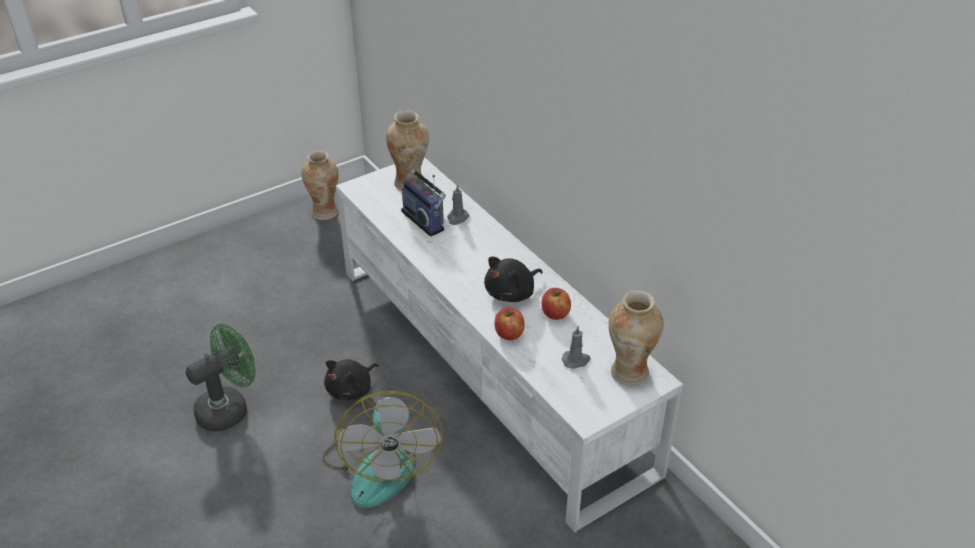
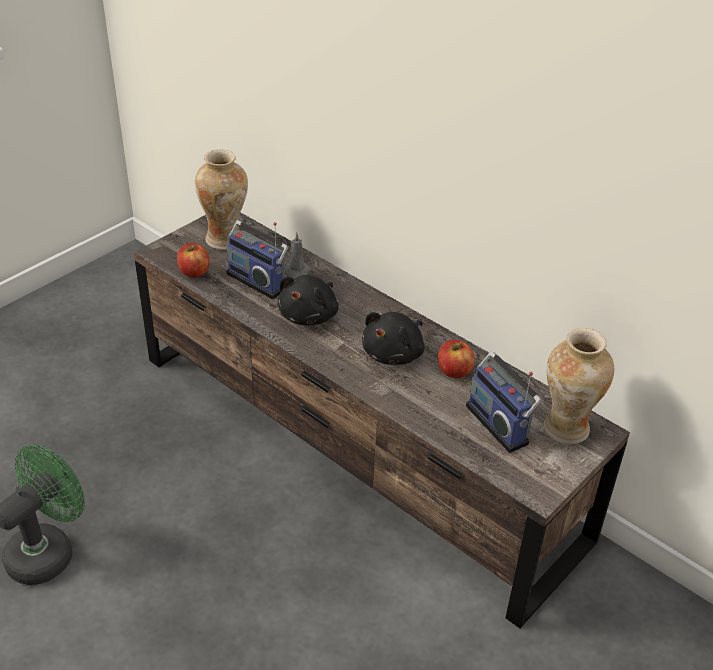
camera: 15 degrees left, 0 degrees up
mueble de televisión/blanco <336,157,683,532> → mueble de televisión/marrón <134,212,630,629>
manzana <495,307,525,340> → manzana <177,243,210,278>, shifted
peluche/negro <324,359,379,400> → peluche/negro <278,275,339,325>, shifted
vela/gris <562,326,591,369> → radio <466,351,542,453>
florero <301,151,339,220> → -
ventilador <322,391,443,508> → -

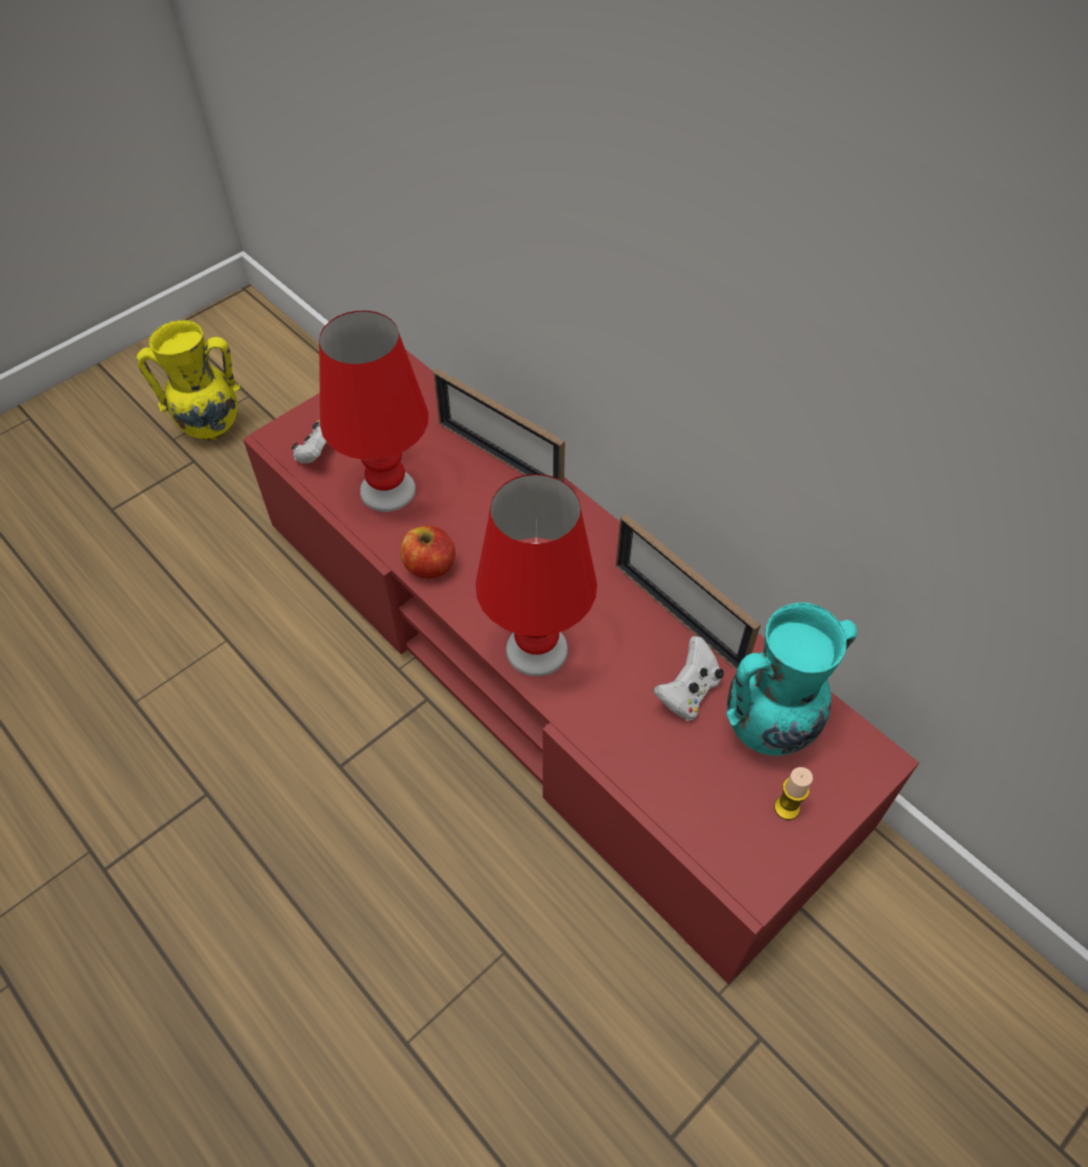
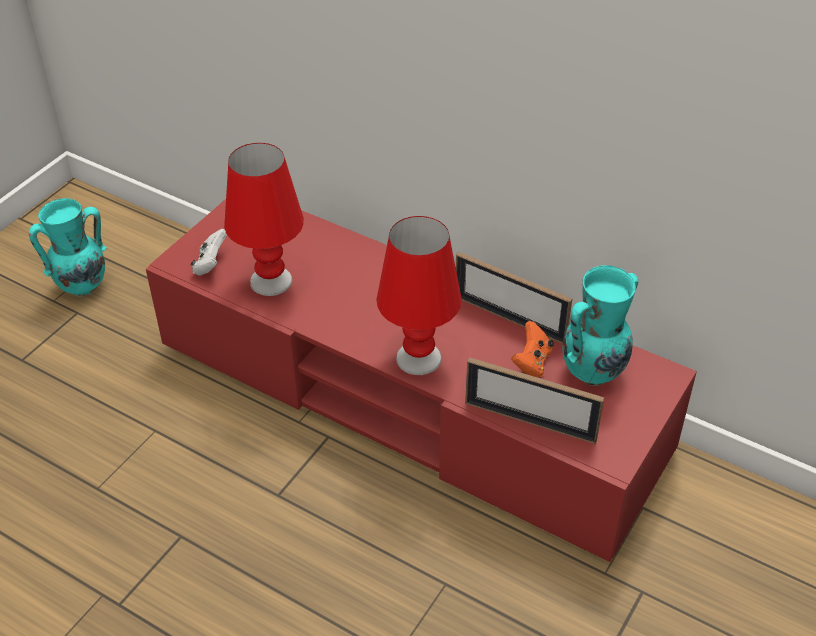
camera: 15 degrees left, 10 degrees down
florero/amarillo <136,320,240,441> → florero/turquesa <29,198,107,297>
portarretratos <434,368,565,482> → portarretratos <465,357,604,444>, shifted
mando de consola/blanco <654,636,724,721> → mando de consola/naranja <511,321,554,378>
manzana <400,526,455,579> → -
vela <774,767,813,820> → -

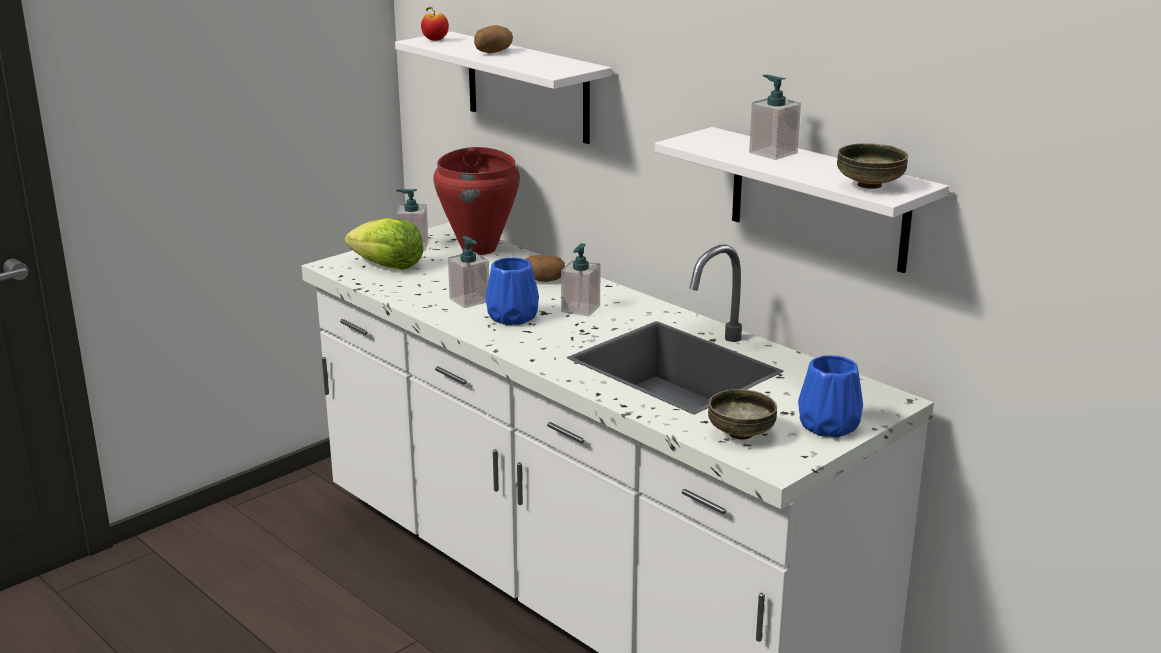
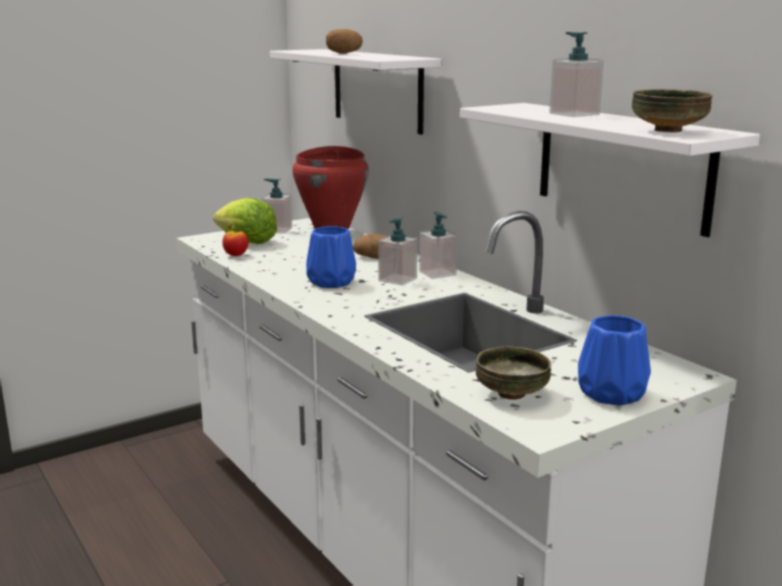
camera: 10 degrees right, 5 degrees down
manzana <421,7,449,41> → manzana <222,225,248,256>, shifted
dispensador de jabón <448,236,489,308> → dispensador de jabón <419,212,458,279>, shifted

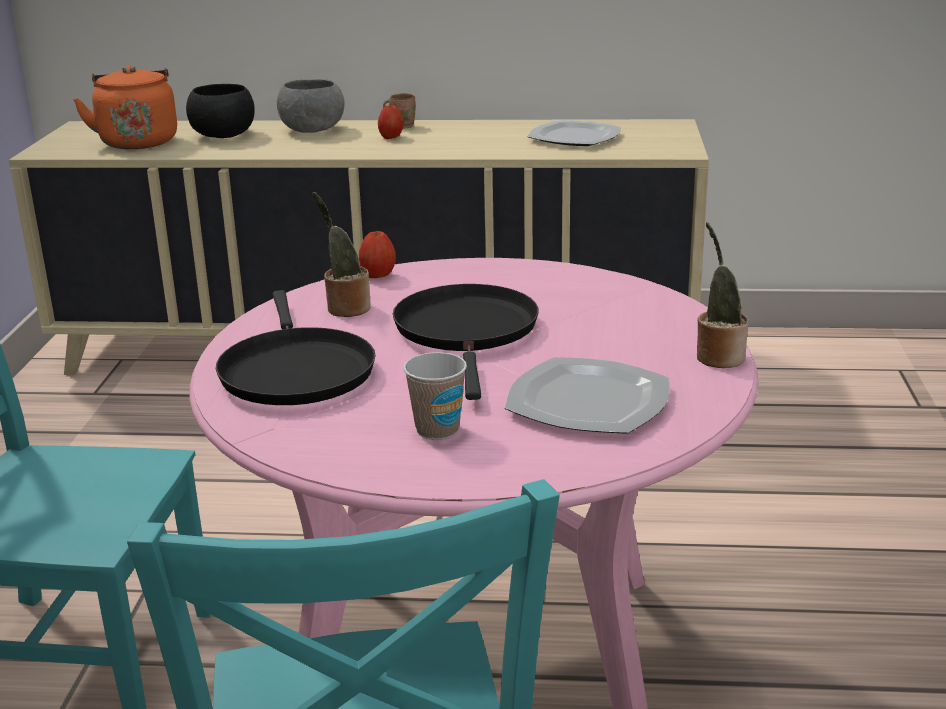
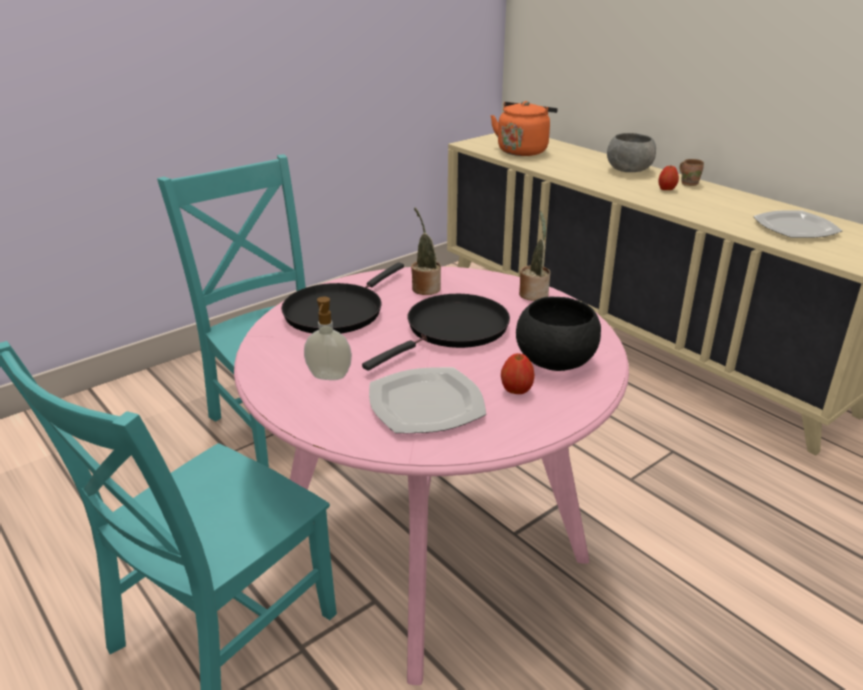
camera: 45 degrees right, 5 degrees up
taza <403,352,467,440> → dispensador de jabón <304,297,352,380>
manzana <359,231,396,278> → manzana <501,353,535,394>, shifted
cuenco/negro <186,84,255,138> → cuenco/negro <516,297,601,371>, shifted
planta en maceta <697,222,749,368> → planta en maceta <519,211,550,301>, shifted

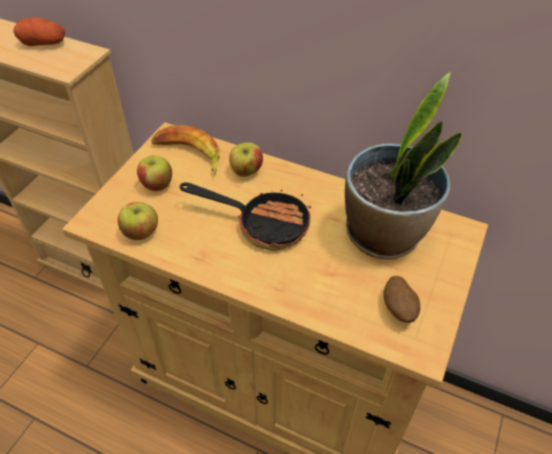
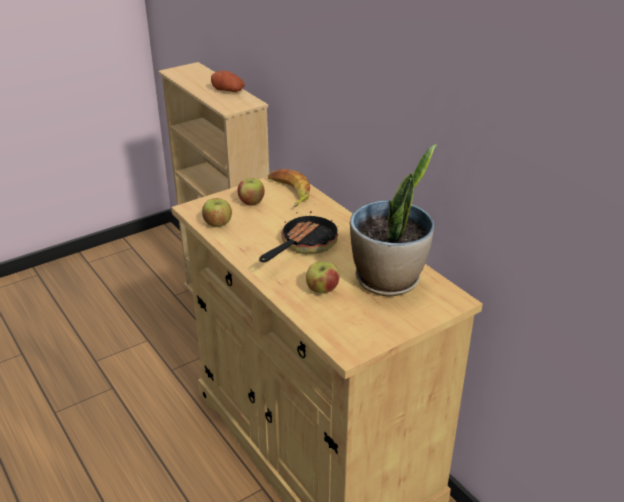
camera: 30 degrees right, 15 degrees down
sartén <180,182,311,251> → sartén <259,211,338,262>, 105 degrees counterclockwise
manzana <229,142,263,177> → manzana <306,262,339,293>, shifted
patata <383,276,420,323> → -

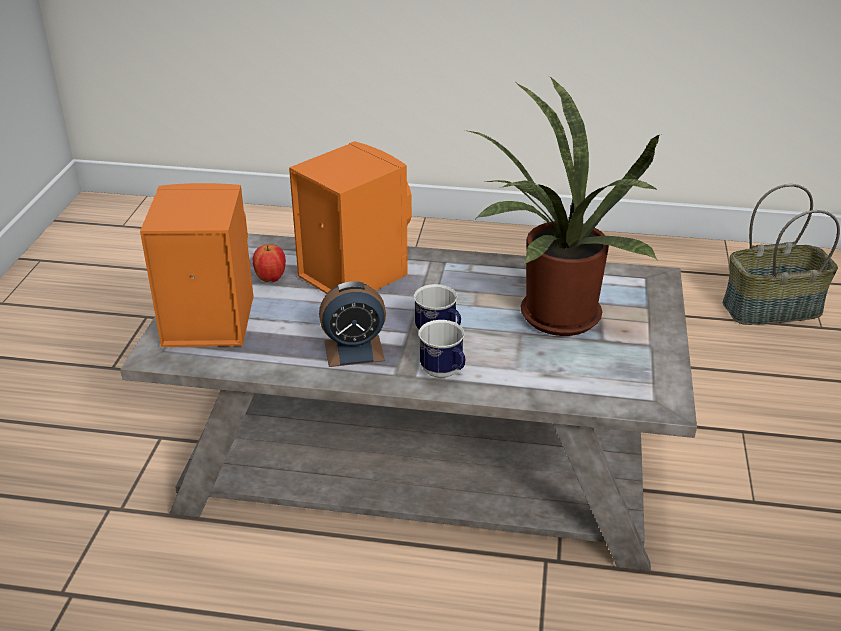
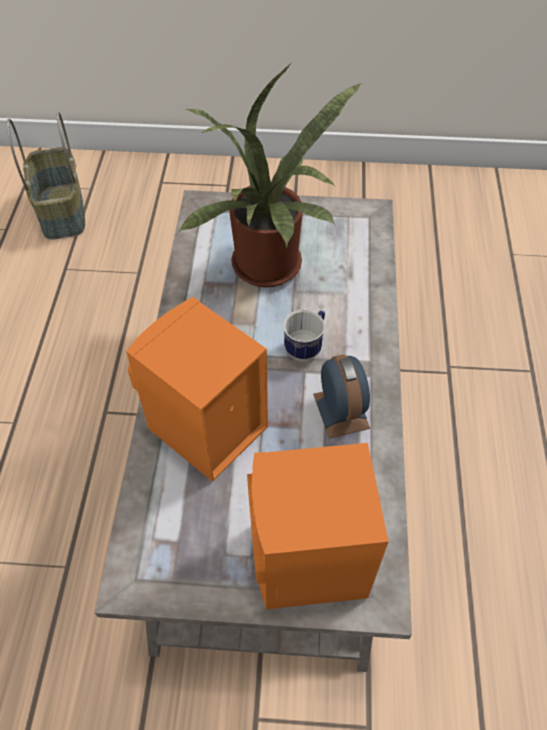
camera: 95 degrees left, 20 degrees up
manzana <253,244,286,282> → -
taza grande <418,320,465,378> → -

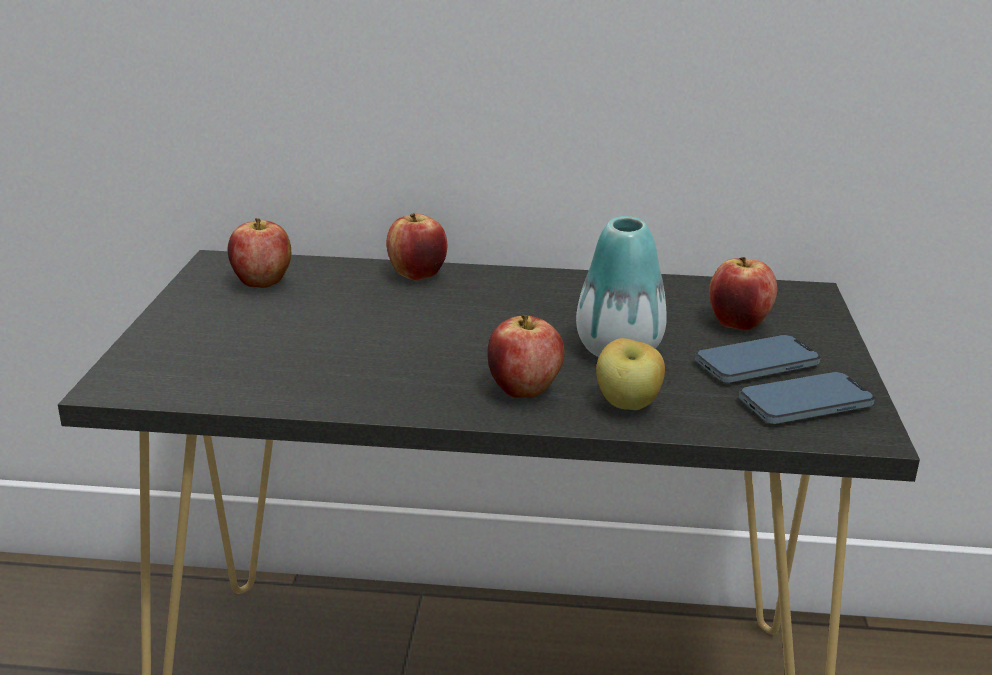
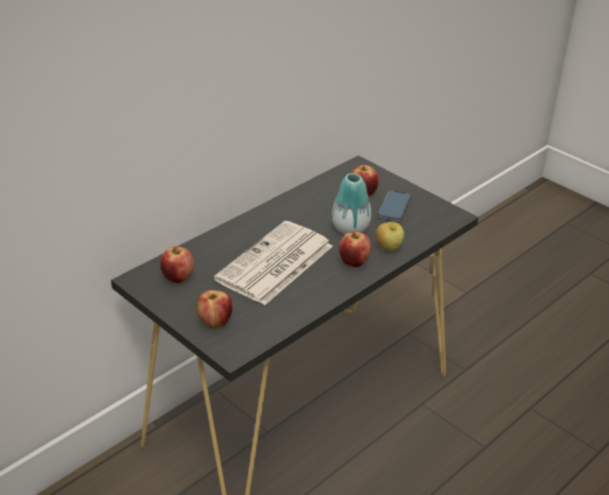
camera: 50 degrees left, 10 degrees up
manzana <386,213,447,281> → manzana <196,290,232,328>, shifted
- → periódico <214,221,333,305>
móvil <739,372,875,424> → -

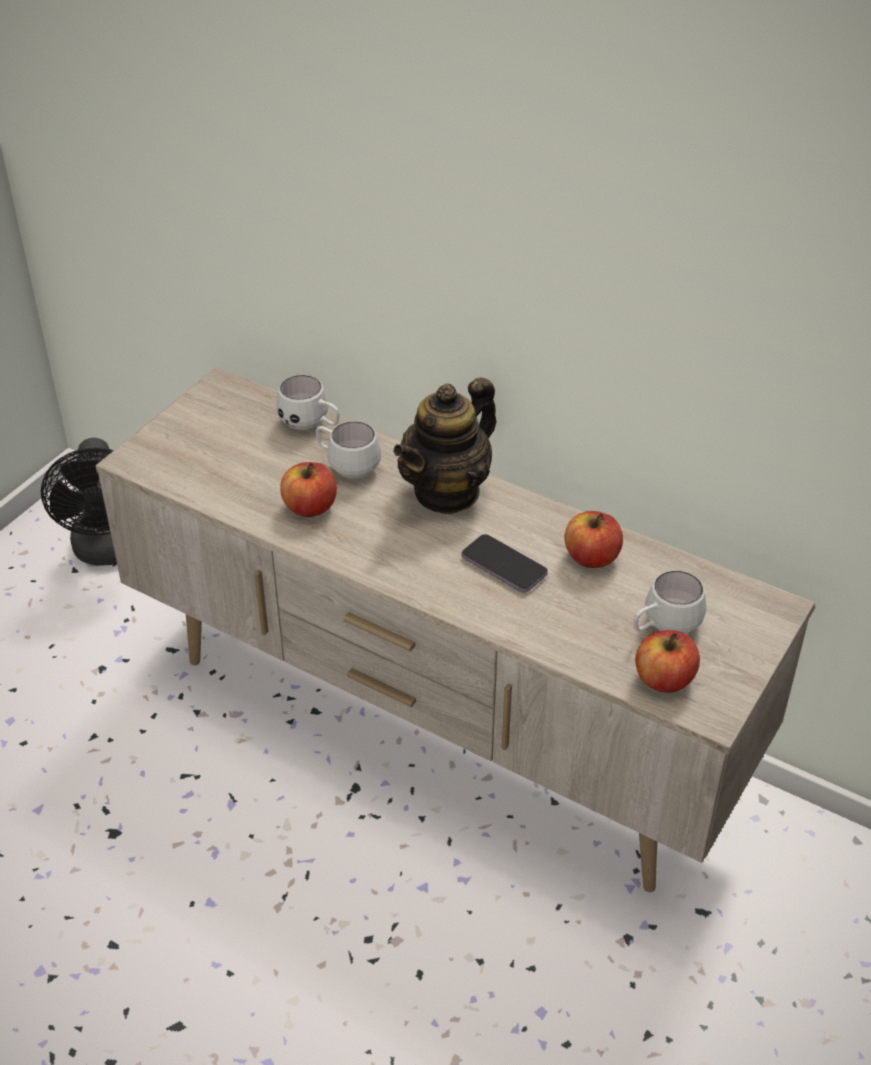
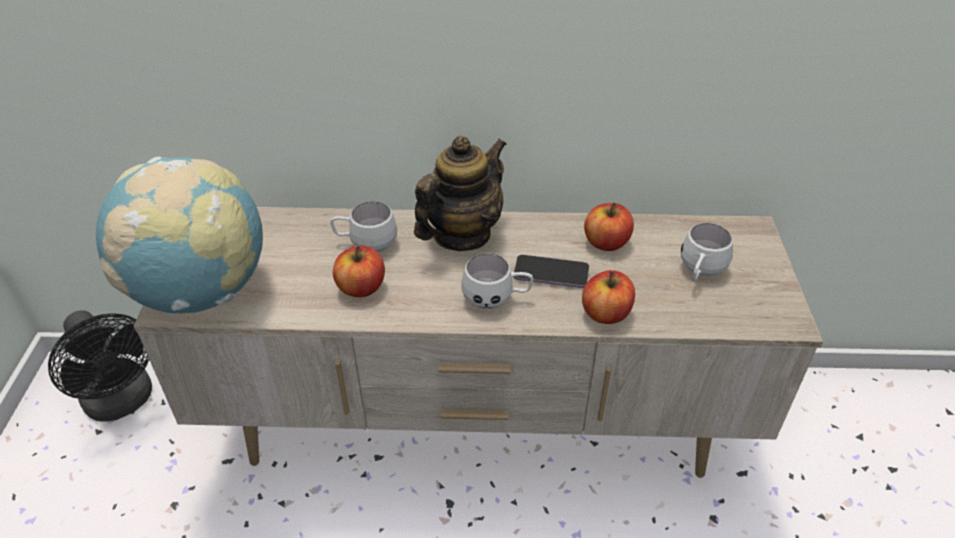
camera: 30 degrees left, 0 degrees up
- → globo terráqueo <96,157,263,314>
tetera <393,377,497,515> → tetera <414,136,506,251>, 150 degrees counterclockwise
taza grande/blanco <276,375,340,430> → taza grande/blanco <461,254,534,309>, shifted
manzana <635,630,700,693> → manzana <582,270,635,324>, shifted

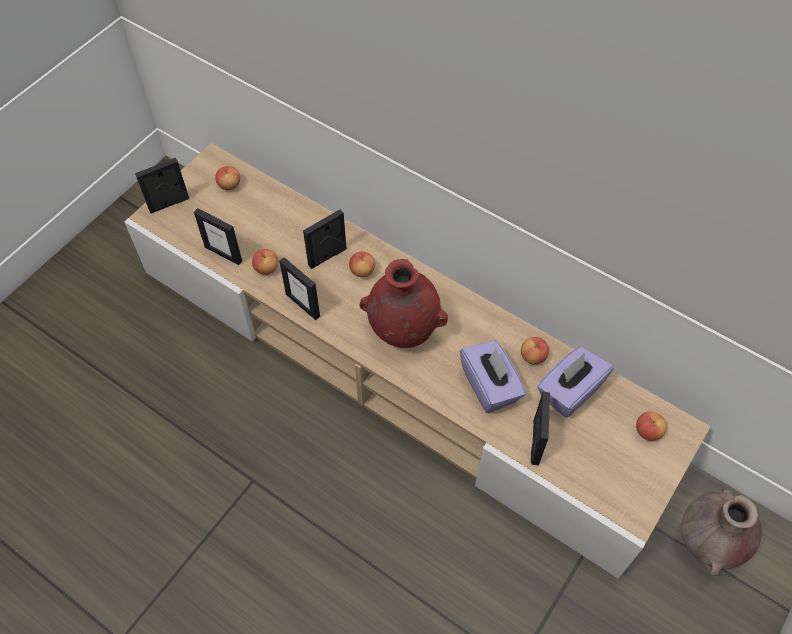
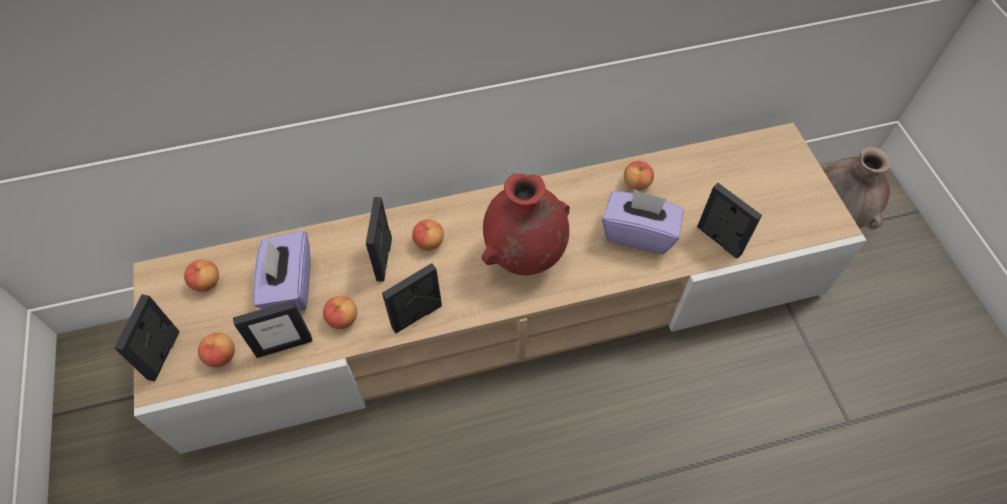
camera: 50 degrees left, 0 degrees up
manzana <636,412,667,441> → manzana <198,333,235,367>, shifted
caja de pañuelos/morado <537,346,614,418> → caja de pañuelos/morado <253,231,311,311>, shifted
portarretratos <279,257,320,320> → portarretratos <382,263,442,333>, 150 degrees clockwise

